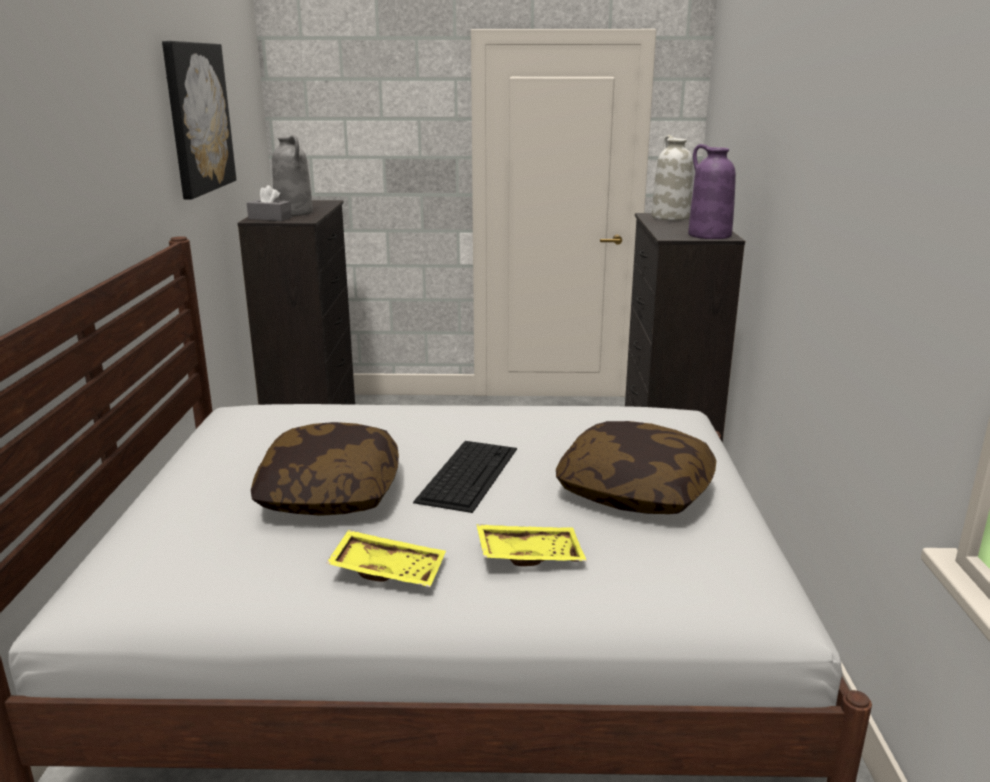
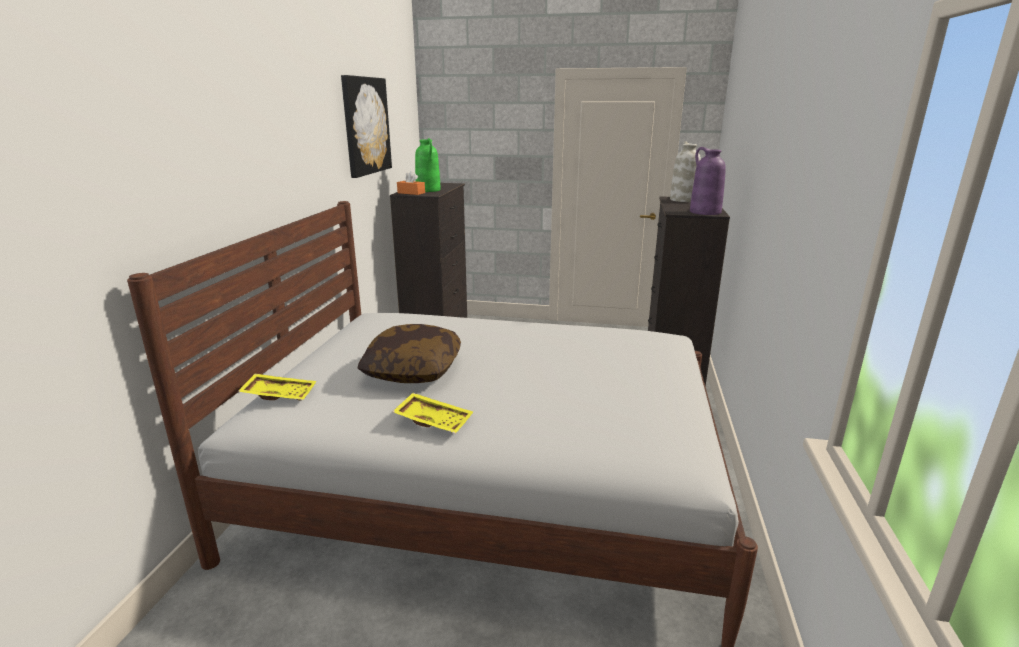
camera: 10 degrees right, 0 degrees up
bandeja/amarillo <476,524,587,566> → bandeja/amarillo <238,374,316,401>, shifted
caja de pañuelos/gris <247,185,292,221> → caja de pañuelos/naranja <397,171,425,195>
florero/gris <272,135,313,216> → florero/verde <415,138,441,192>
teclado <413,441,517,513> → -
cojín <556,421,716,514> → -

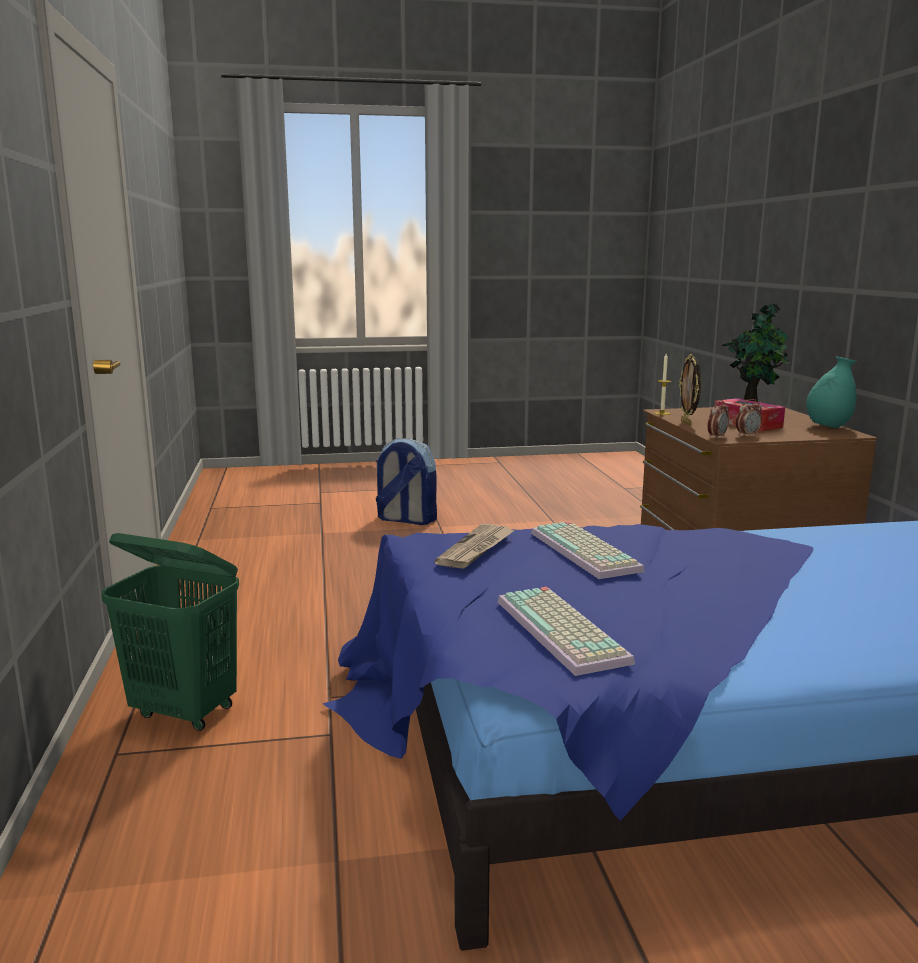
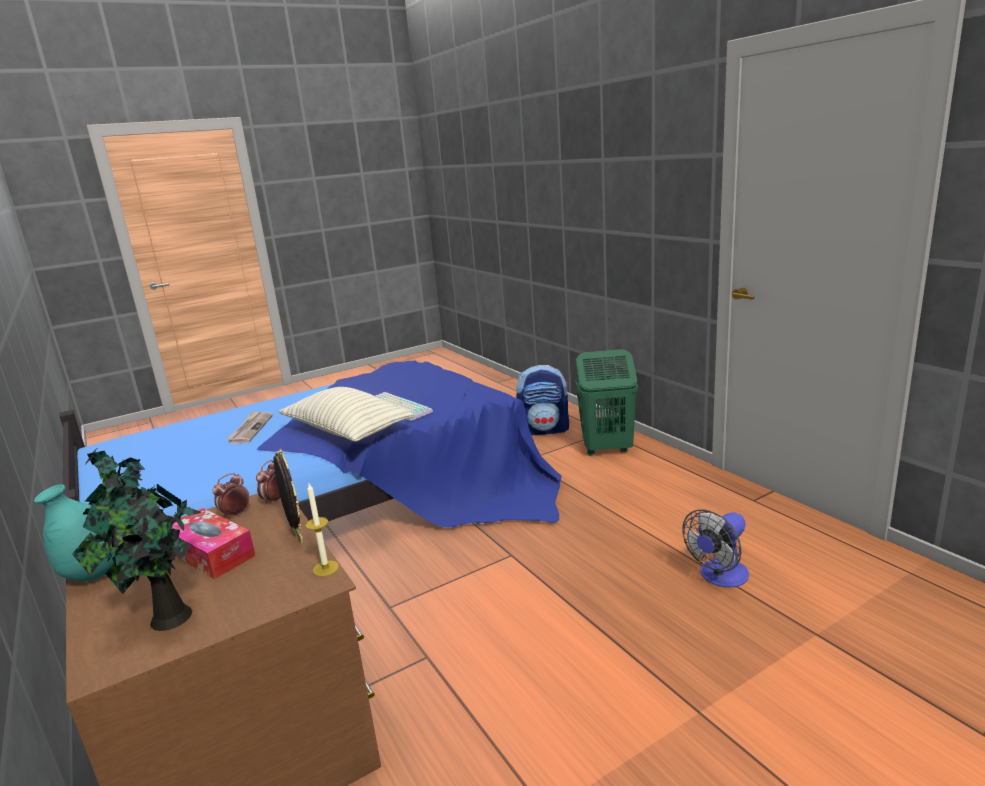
camera: 160 degrees right, 5 degrees up
periódico <434,524,515,569> → periódico <226,411,273,444>, shifted
- → cojín <278,387,415,442>
mochila <376,438,437,525> → mochila <516,365,569,435>, shifted
- → ventilador <683,509,749,588>
teclado <498,587,635,676> → -

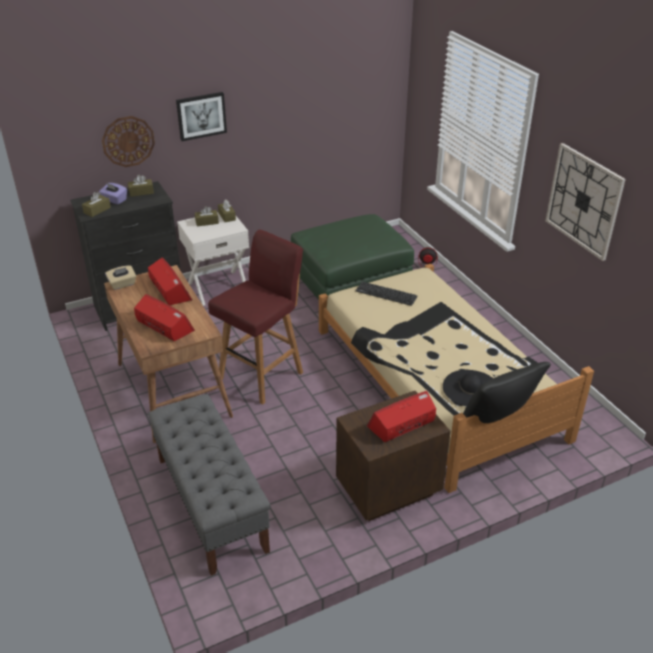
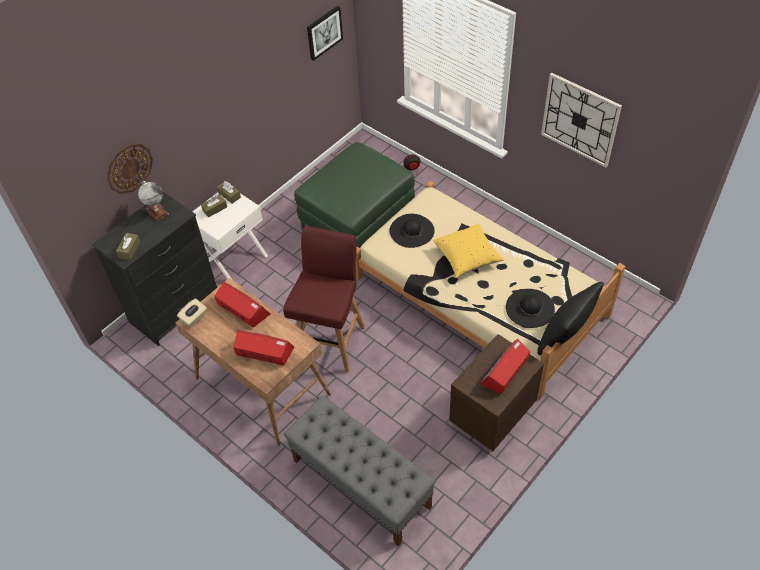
camera: 20 degrees left, 15 degrees up
caja de pañuelos/marrón <128,175,154,197> → globo terráqueo <138,181,169,222>
cuadro <176,92,227,141> → cuadro <307,6,343,61>, shifted
teclado <356,282,418,306> → sombrero/negro <389,214,435,248>
- → cojín/amarillo <433,223,504,278>
caja de pañuelos/morado <99,183,127,205> → -

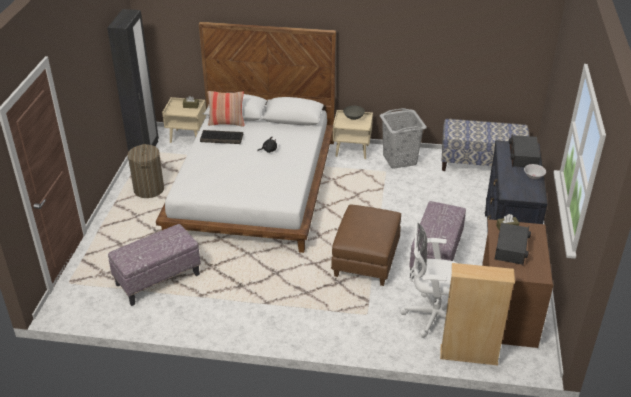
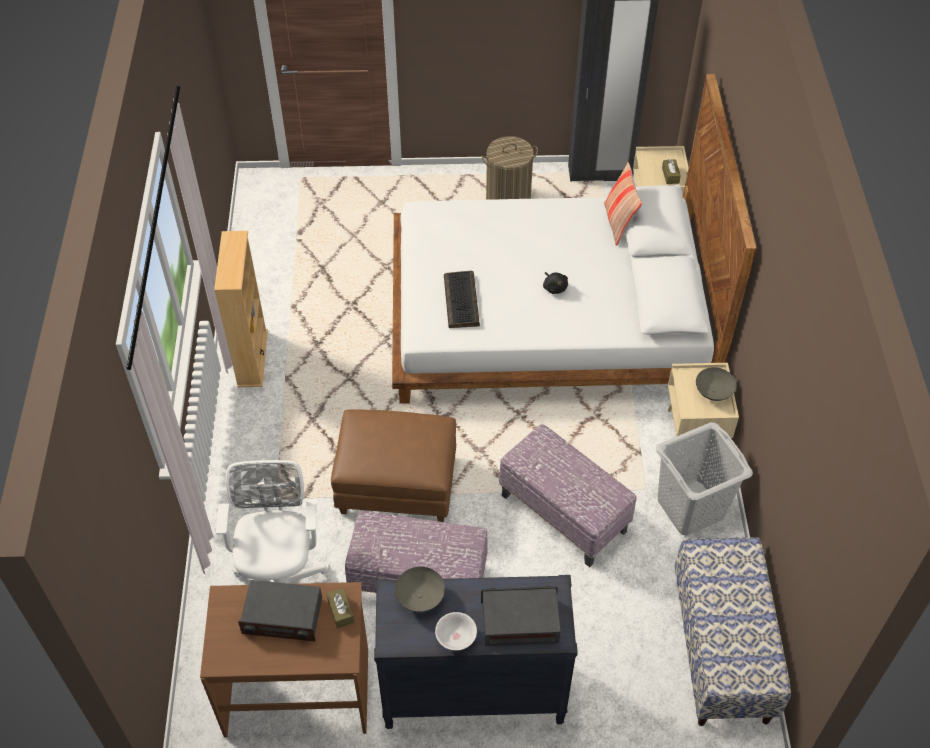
camera: 80 degrees right, 15 degrees up
estantería/beis <440,263,515,366> → estantería/beis <214,231,268,387>, shifted
- → cuenco/gris <395,567,445,612>
teclado <200,130,243,144> → teclado <444,271,480,328>, shifted
puf <108,224,201,306> → puf <499,424,636,567>, shifted

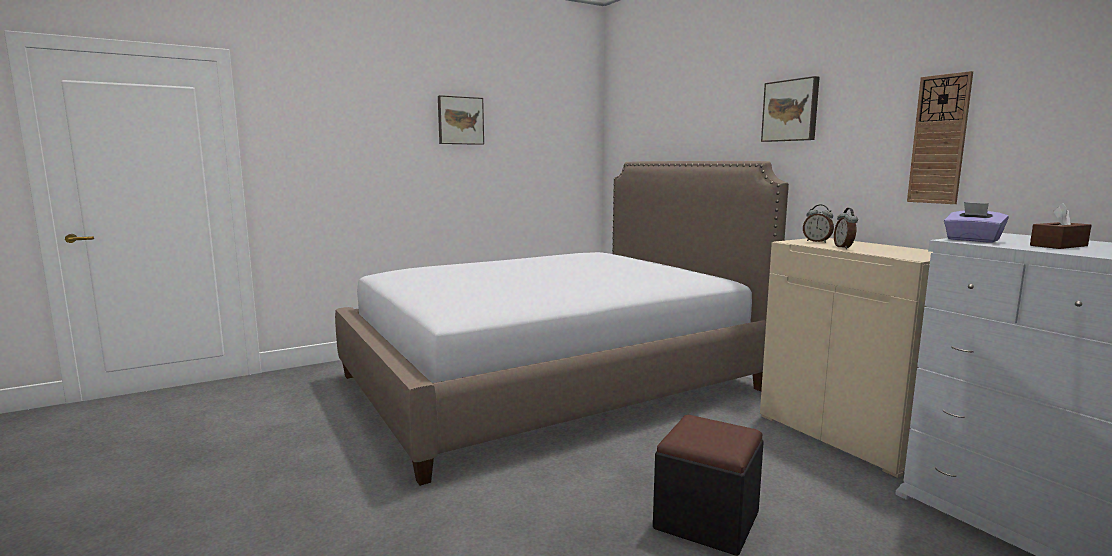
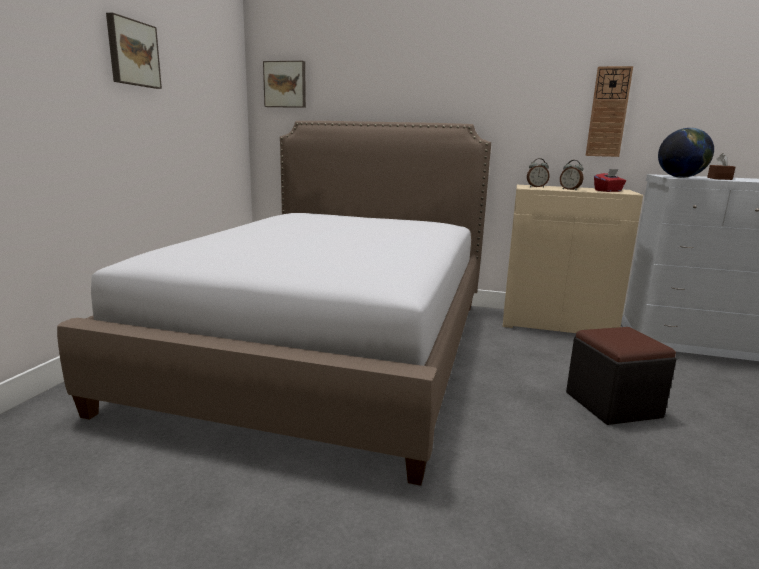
camera: 45 degrees left, 5 degrees up
cuadro <761,76,820,142> → cuadro <263,61,306,108>, shifted
- → caja de pañuelos/rojo <594,169,626,192>
caja de pañuelos/morado <944,202,1009,242> → globo terráqueo <658,128,714,178>

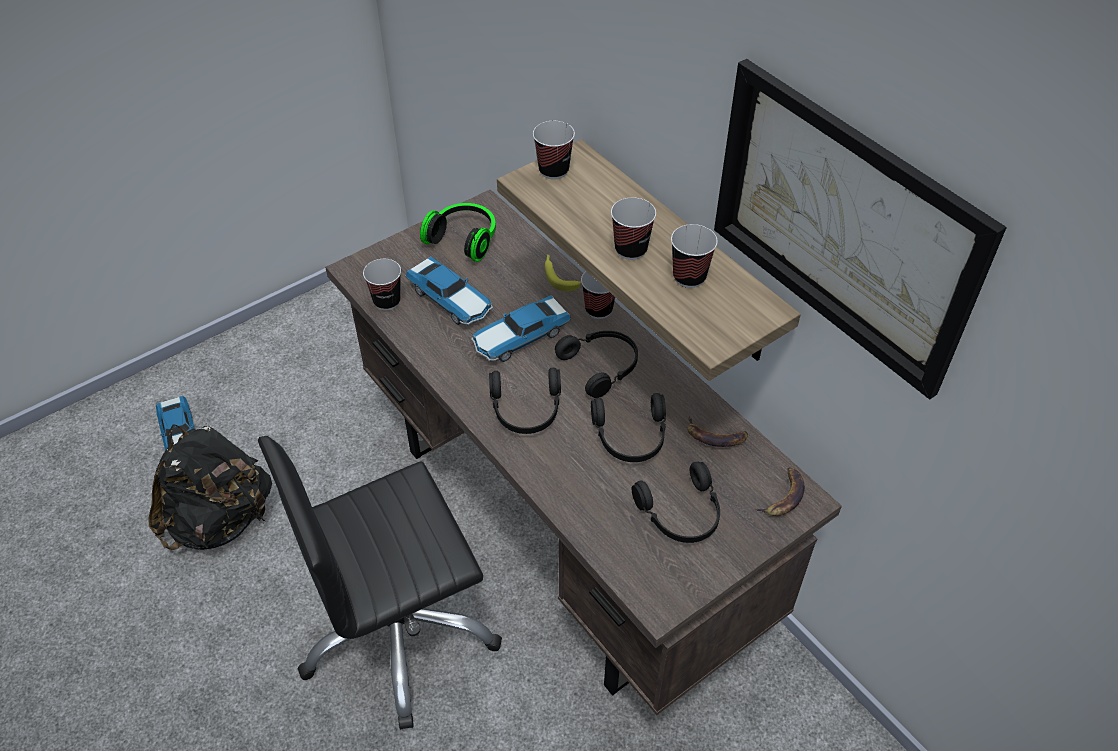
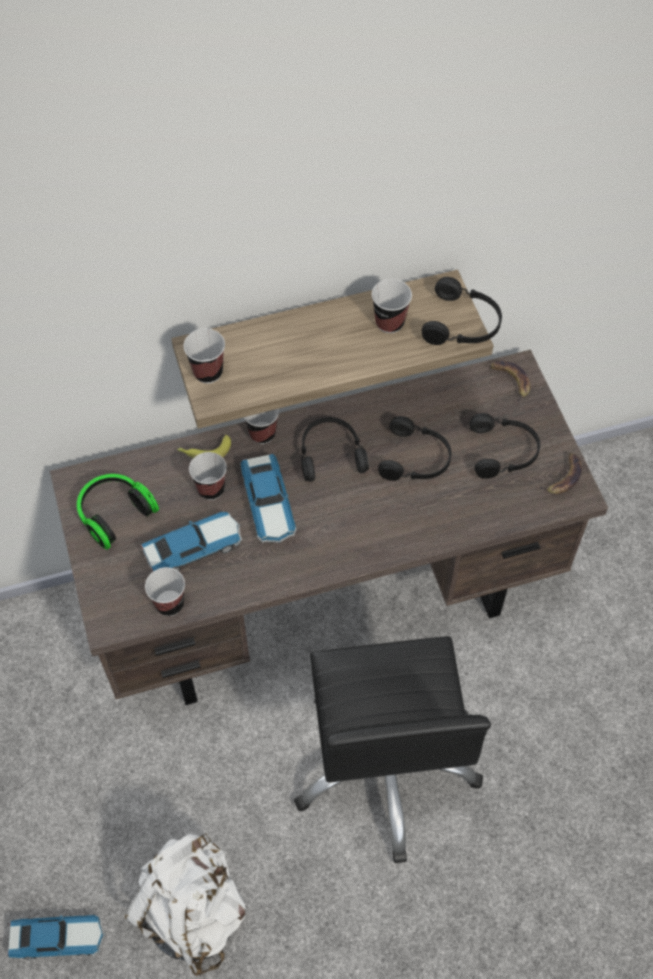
camera: 70 degrees left, 10 degrees up
mochila/negro <148,424,272,550> → mochila/blanco <125,833,245,976>
taza <611,198,656,260> → taza <189,452,227,500>, shifted
auriculares/negro <489,368,561,434> → auriculares/negro <422,277,502,345>, shifted
plátano <687,416,748,447> → plátano <536,452,582,494>, shifted
cuadro <714,59,1007,400> → -

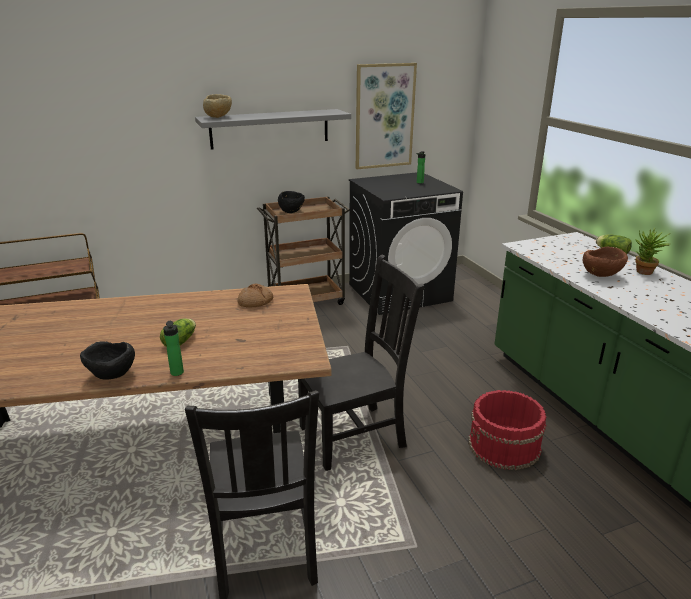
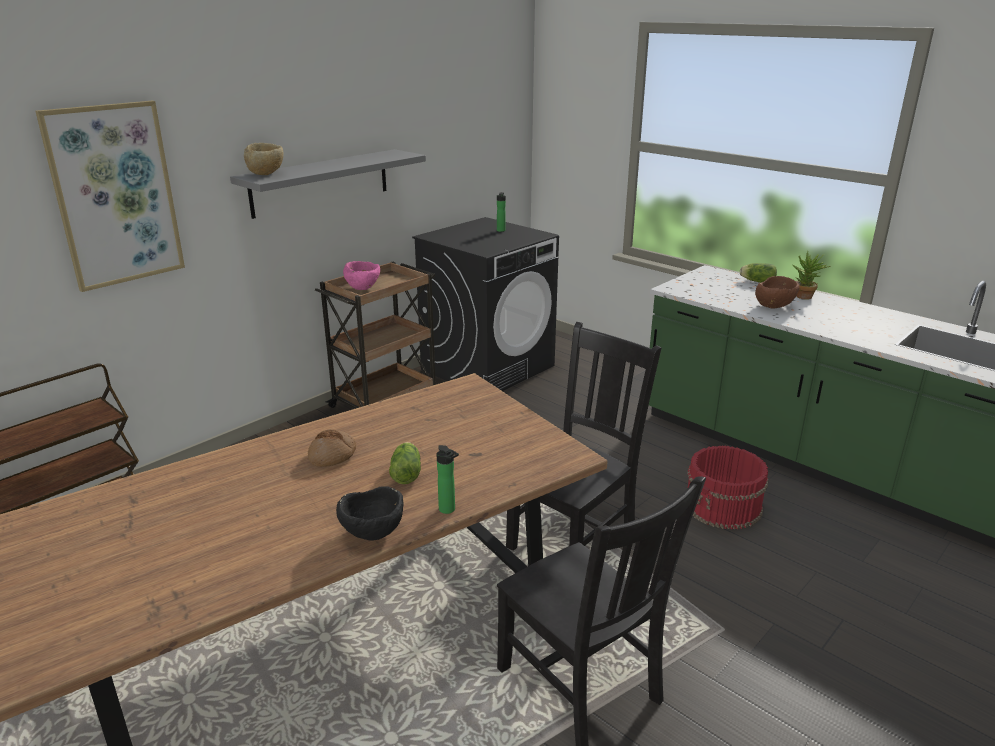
camera: 25 degrees left, 0 degrees up
cuadro <356,63,417,169> → cuadro <35,101,185,292>, shifted
pan <237,284,273,308> → pan <308,429,356,467>, shifted
cuenco/negro <278,191,305,213> → cuenco/rosa <343,261,380,290>

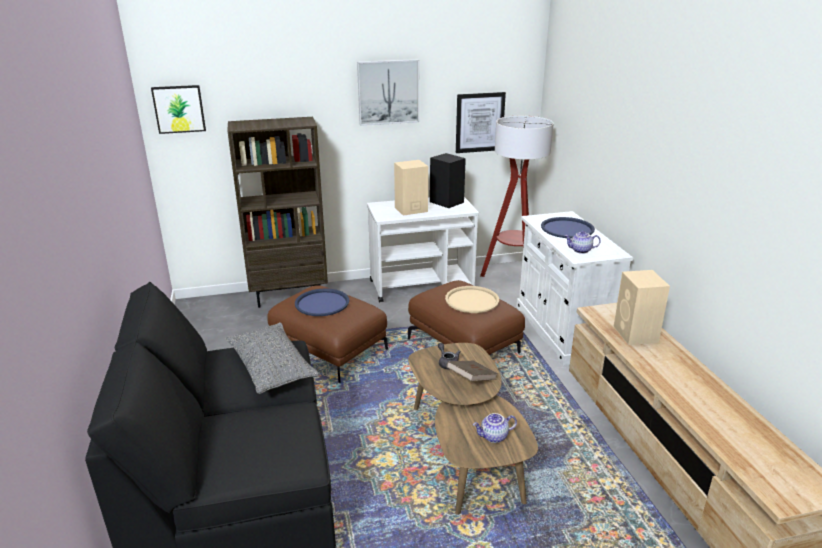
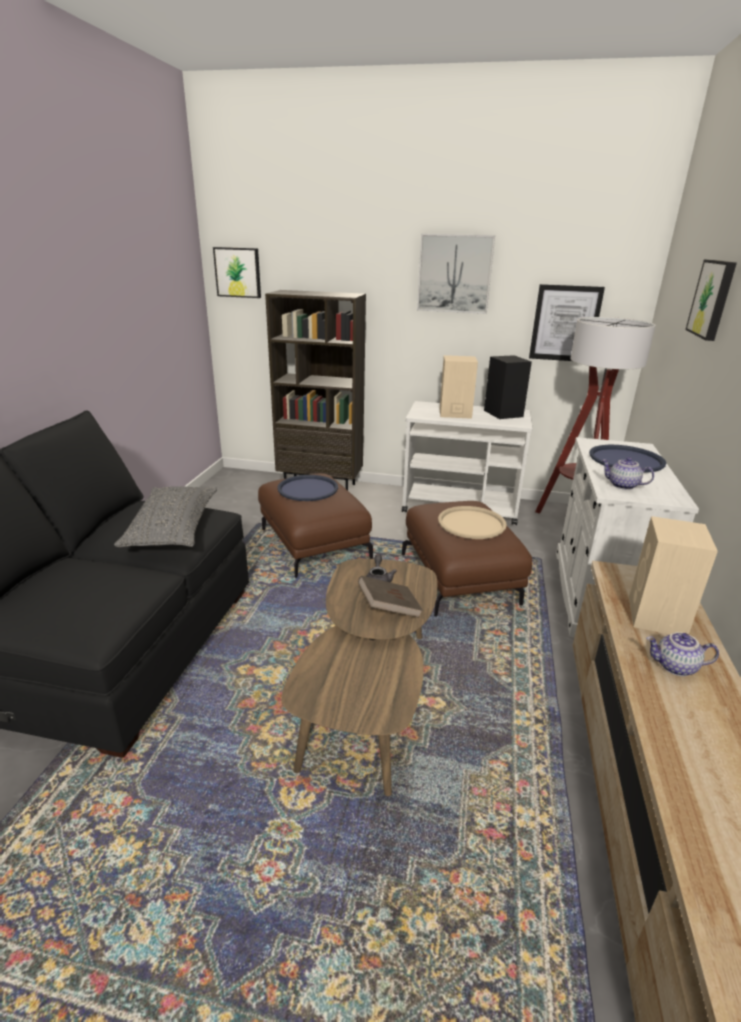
camera: 25 degrees right, 0 degrees up
tetera <473,413,517,443> → tetera <646,632,719,676>, shifted
- → cuadro <685,260,737,341>

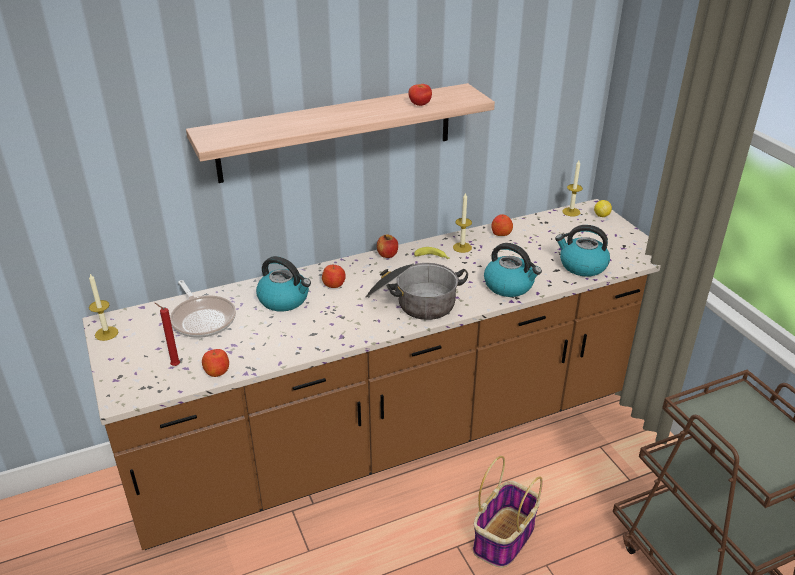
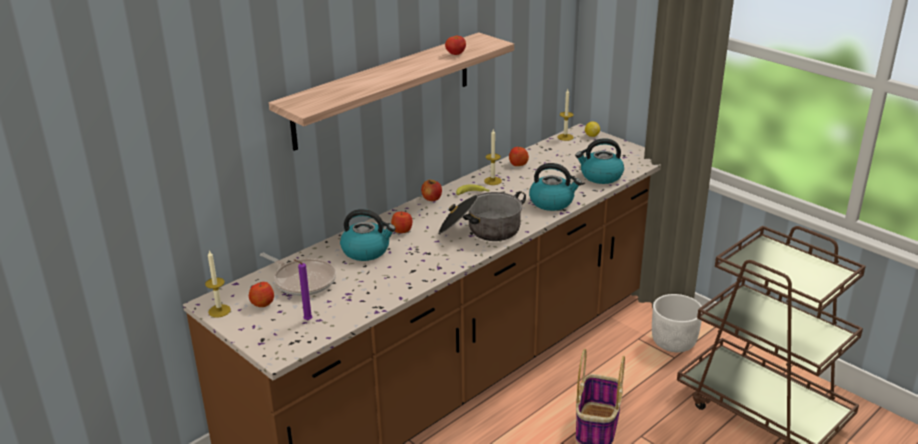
camera: 20 degrees left, 5 degrees down
manzana <202,349,229,377> → manzana <249,282,274,307>, shifted
vela/rojo <155,303,180,366> → vela/morado <293,259,312,320>
- → maceta/blanco <652,294,702,352>

